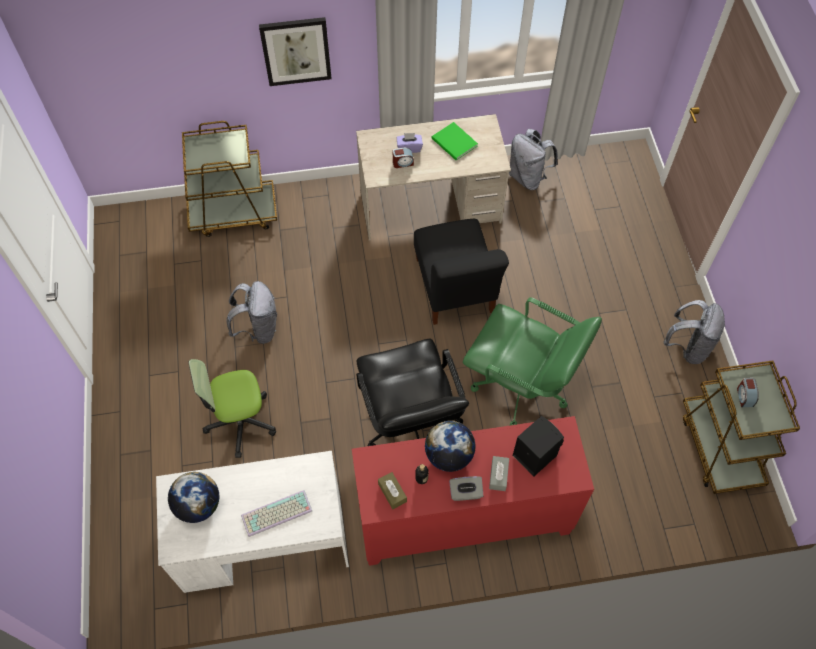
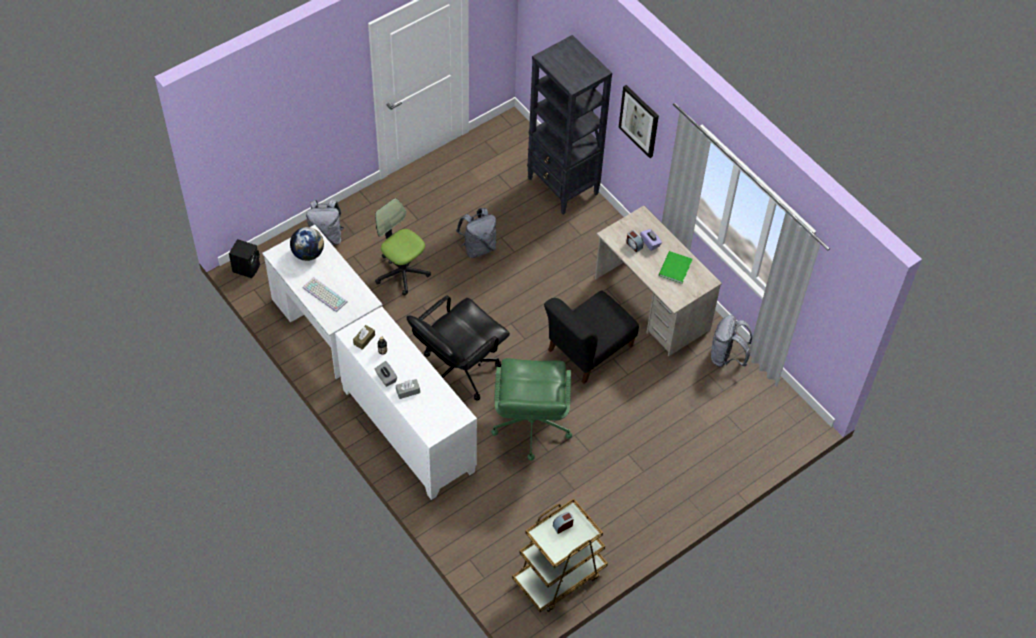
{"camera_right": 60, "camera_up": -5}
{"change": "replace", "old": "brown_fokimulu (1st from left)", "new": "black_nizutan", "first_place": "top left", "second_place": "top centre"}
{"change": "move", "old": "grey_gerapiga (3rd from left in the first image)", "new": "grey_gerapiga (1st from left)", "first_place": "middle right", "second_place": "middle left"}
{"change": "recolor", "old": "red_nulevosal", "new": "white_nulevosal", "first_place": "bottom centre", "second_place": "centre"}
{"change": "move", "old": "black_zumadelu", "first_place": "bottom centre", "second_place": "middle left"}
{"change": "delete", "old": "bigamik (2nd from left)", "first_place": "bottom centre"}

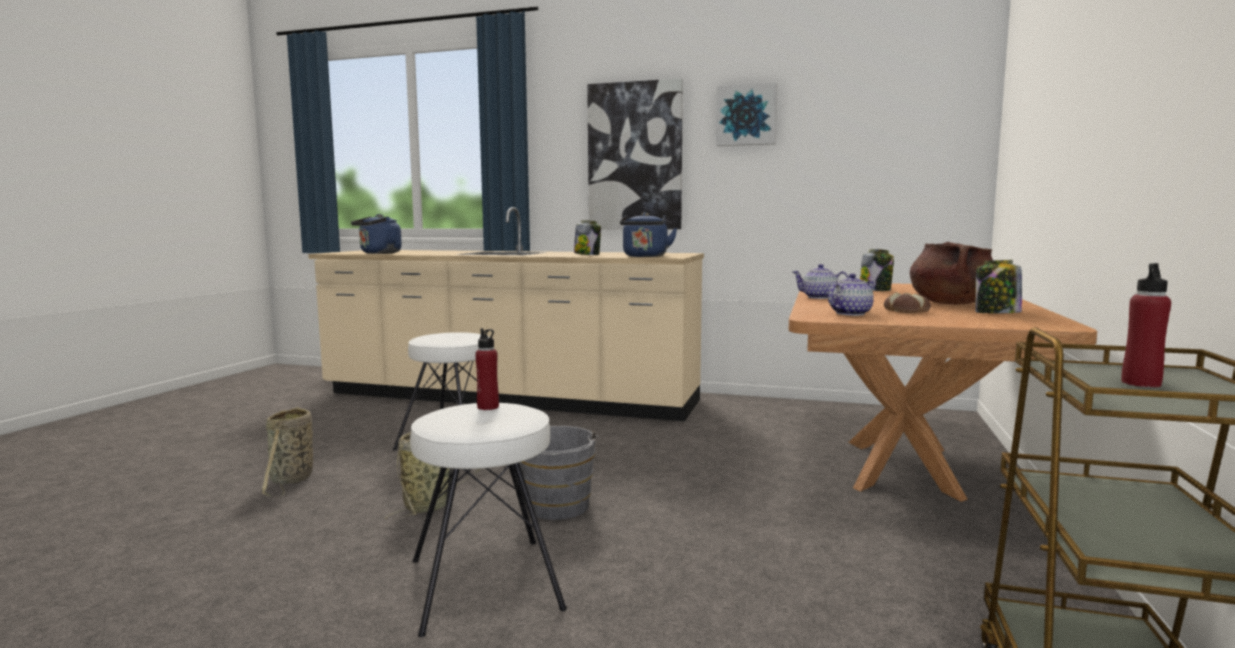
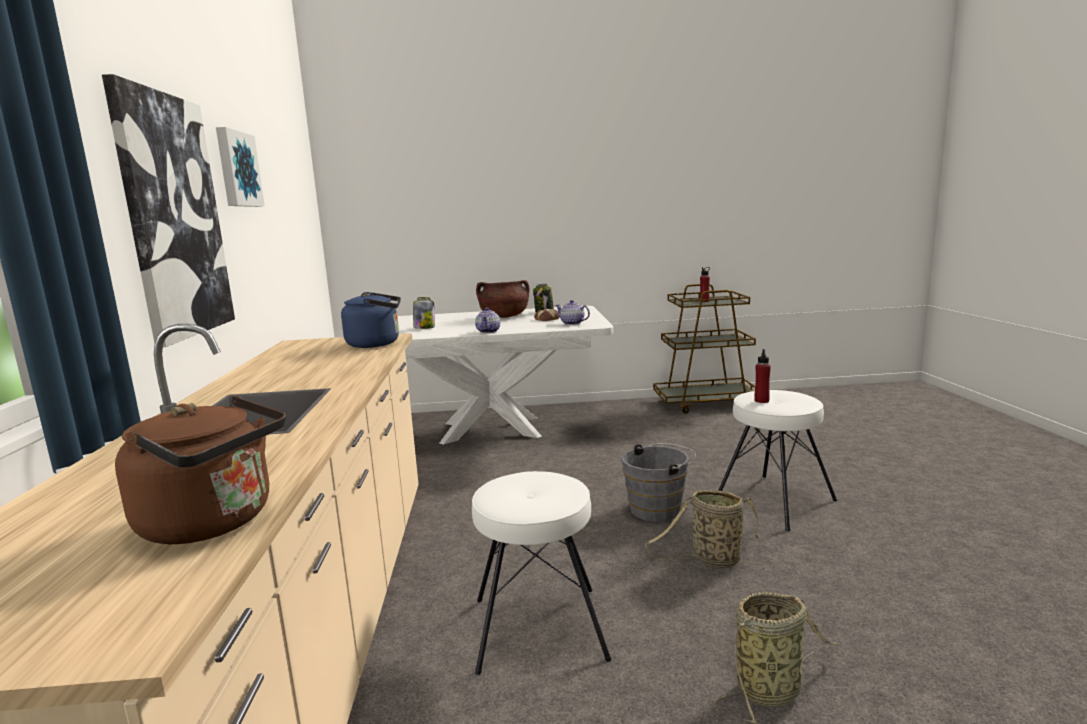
{"camera_right": -110, "camera_up": 5}
{"change": "recolor", "old": "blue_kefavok (1st from left)", "new": "brown_kefavok", "first_place": "middle left", "second_place": "middle left"}
{"change": "delete", "old": "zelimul (1st from left)", "first_place": "centre"}
{"change": "recolor", "old": "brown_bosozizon", "new": "white_bosozizon", "first_place": "middle right", "second_place": "centre"}

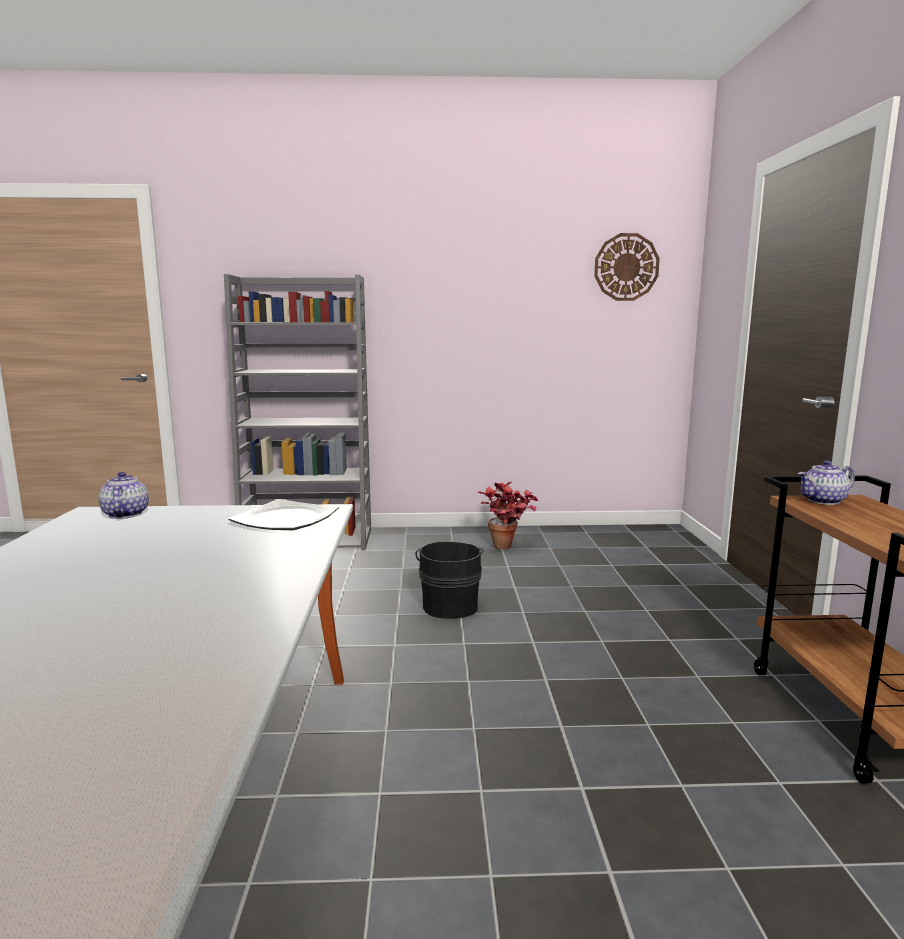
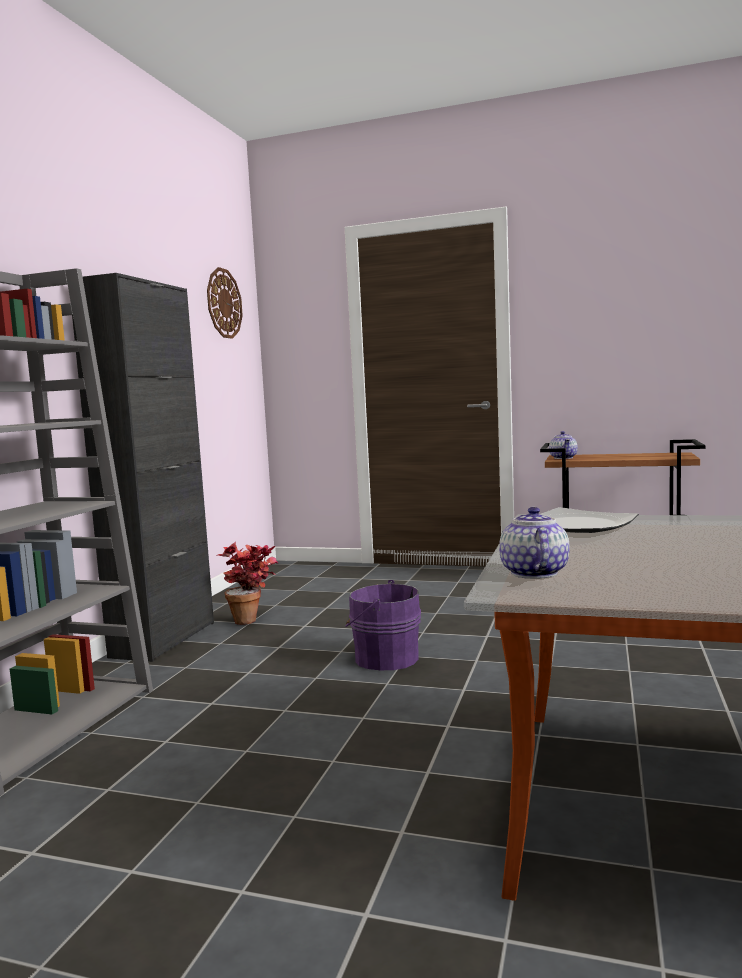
{"camera_right": -70, "camera_up": -5}
{"change": "rotate", "old": "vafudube (1st from left)", "first_place": "middle left", "second_place": "middle right", "degrees": 90}
{"change": "recolor", "old": "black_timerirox", "new": "purple_timerirox", "first_place": "centre", "second_place": "centre"}
{"change": "insert", "new": "black_nulevosal", "second_place": "middle left"}

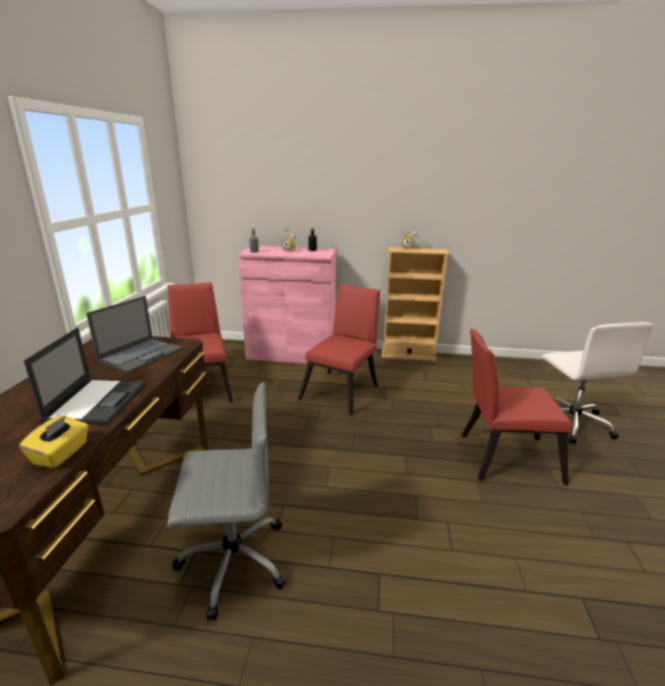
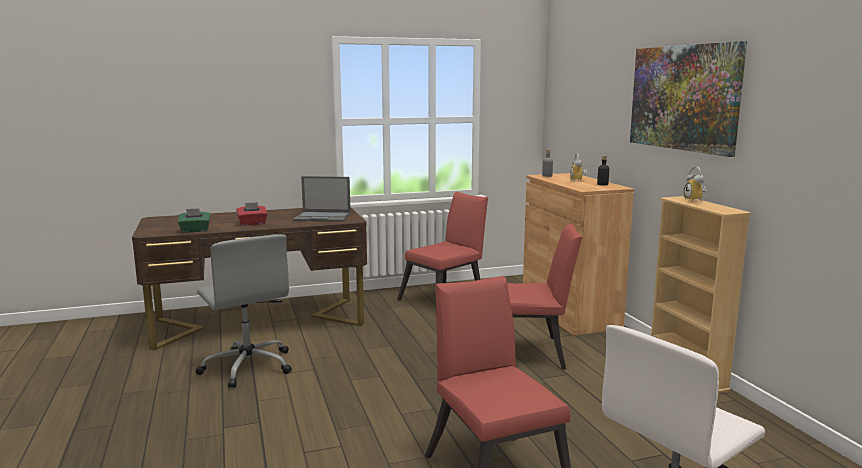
{"camera_right": 65, "camera_up": -10}
{"change": "recolor", "old": "pink_nulevosal", "new": "brown_nulevosal", "first_place": "centre", "second_place": "middle right"}
{"change": "replace", "old": "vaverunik (1st from left)", "new": "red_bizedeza", "first_place": "middle left", "second_place": "middle left"}
{"change": "recolor", "old": "yellow_bizedeza", "new": "green_bizedeza", "first_place": "middle left", "second_place": "middle left"}
{"change": "insert", "new": "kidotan", "second_place": "top right"}

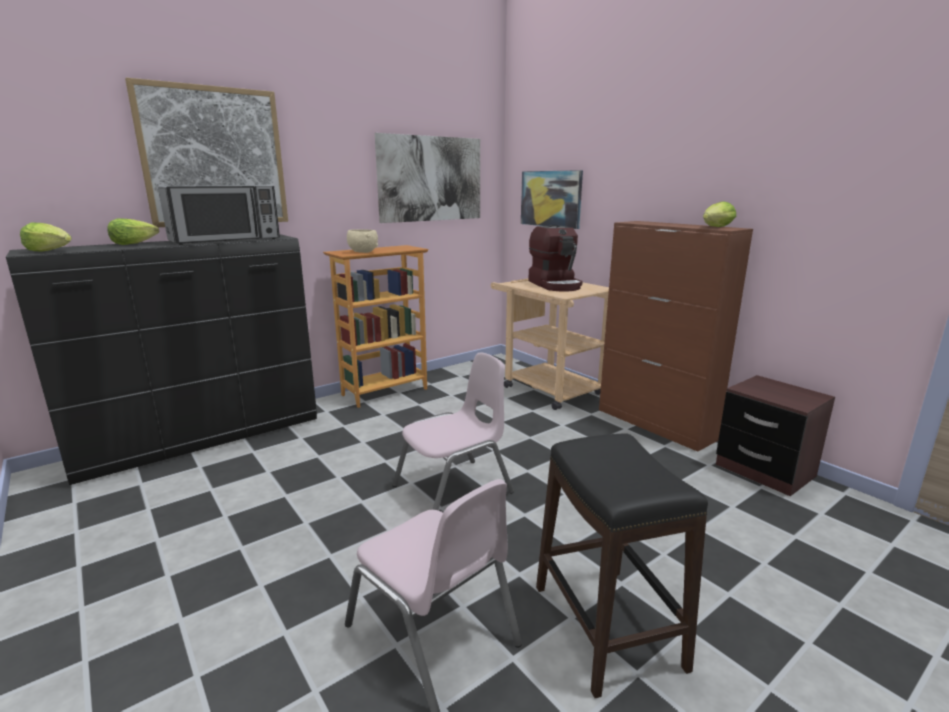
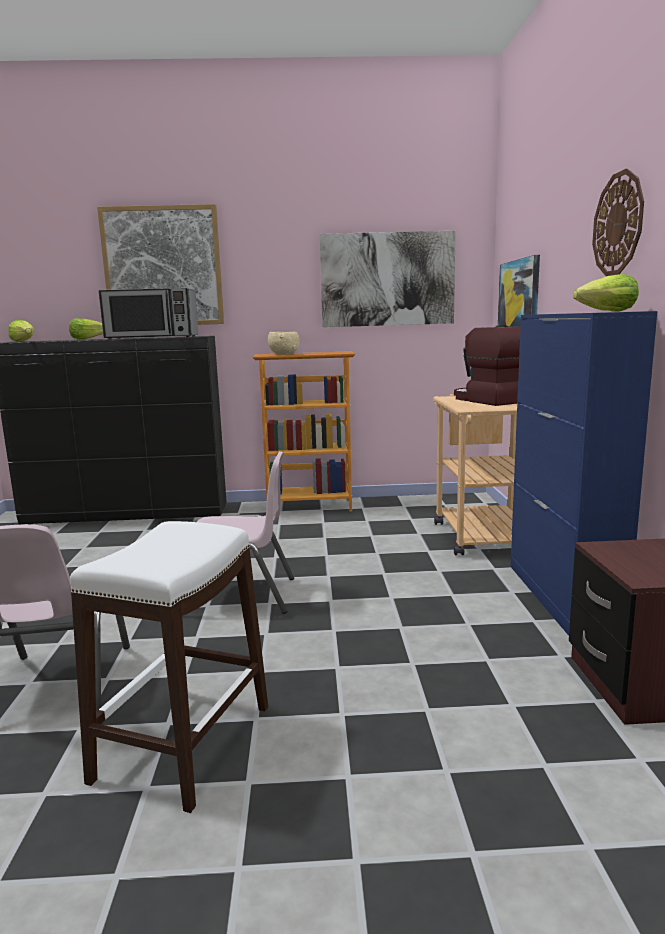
{"camera_right": 35, "camera_up": -5}
{"change": "recolor", "old": "brown_nulevosal", "new": "blue_nulevosal", "first_place": "middle right", "second_place": "middle right"}
{"change": "rotate", "old": "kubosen", "first_place": "centre", "second_place": "middle right", "degrees": 135}
{"change": "recolor", "old": "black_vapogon", "new": "white_vapogon", "first_place": "bottom centre", "second_place": "bottom left"}
{"change": "insert", "new": "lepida", "second_place": "top right"}

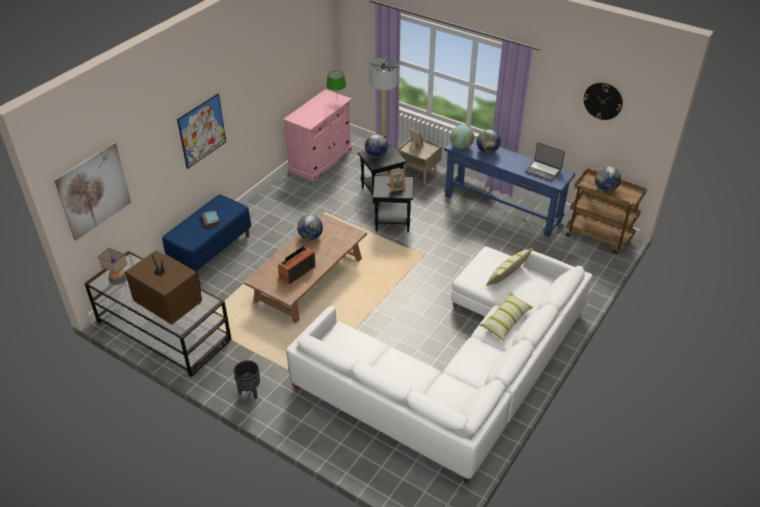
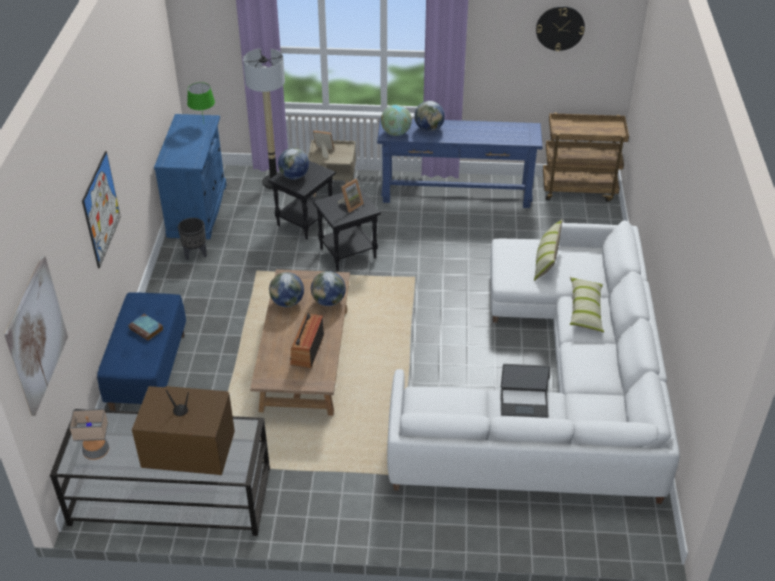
{"camera_right": -30, "camera_up": 0}
{"change": "recolor", "old": "pink_nulevosal", "new": "blue_nulevosal", "first_place": "top centre", "second_place": "top left"}
{"change": "move", "old": "vaverunik", "first_place": "top right", "second_place": "bottom right"}
{"change": "move", "old": "bigamik (5th from left in the first image)", "new": "bigamik (3rd from left)", "first_place": "middle right", "second_place": "centre"}
{"change": "move", "old": "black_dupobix", "first_place": "bottom left", "second_place": "middle left"}

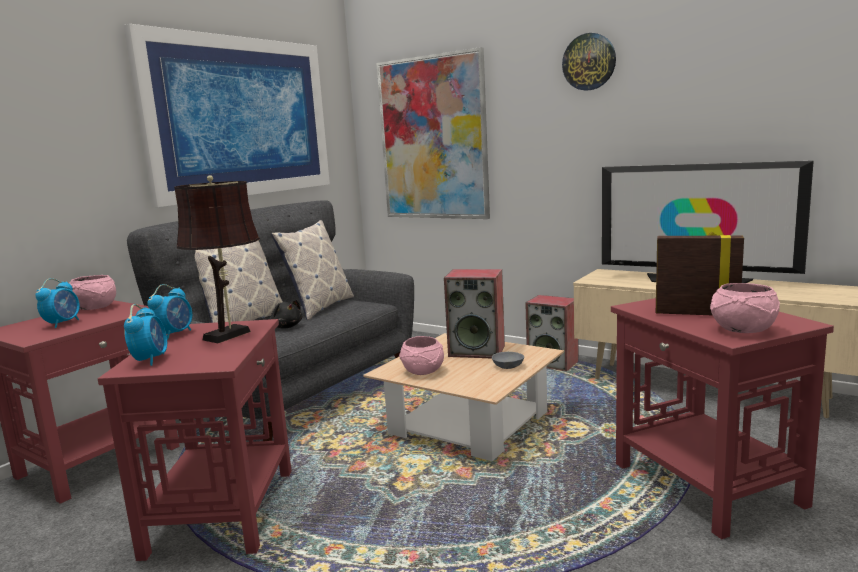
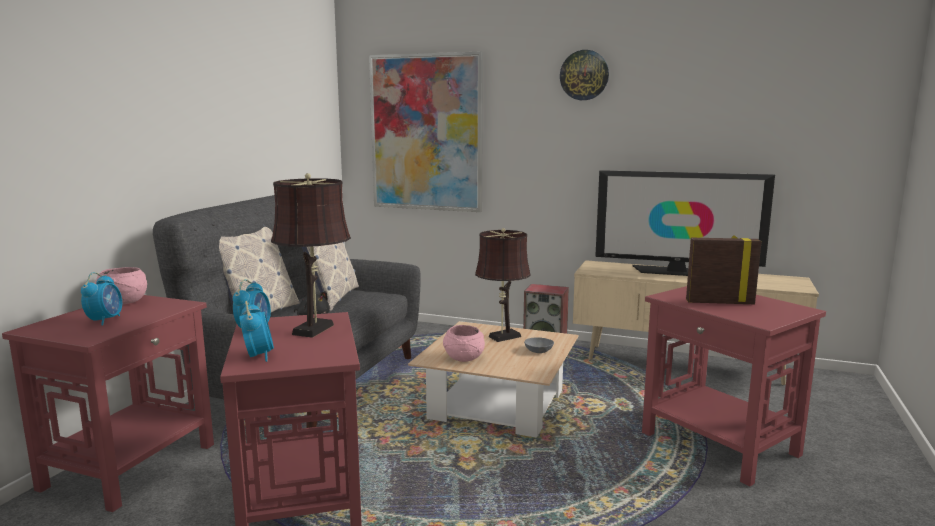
{"camera_right": -15, "camera_up": 0}
{"change": "delete", "old": "kidotan (1st from left)", "first_place": "top left"}
{"change": "replace", "old": "zumadelu (1st from left)", "new": "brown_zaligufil (2nd from left)", "first_place": "centre", "second_place": "centre"}
{"change": "delete", "old": "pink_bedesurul (3rd from left)", "first_place": "middle right"}

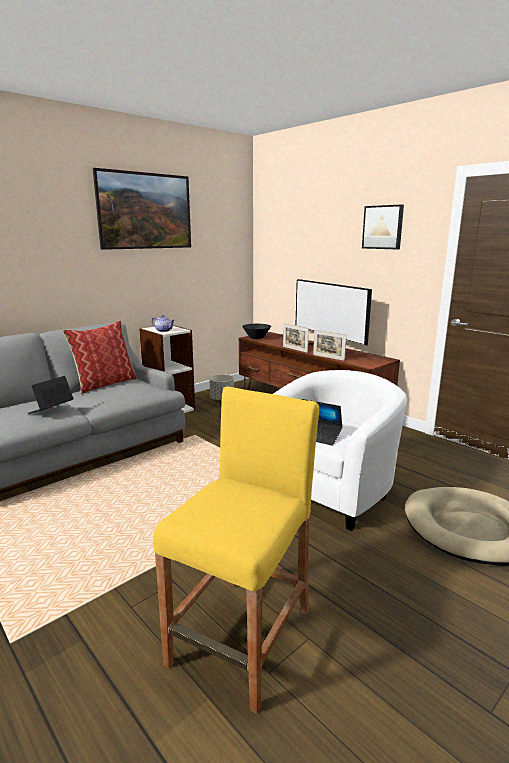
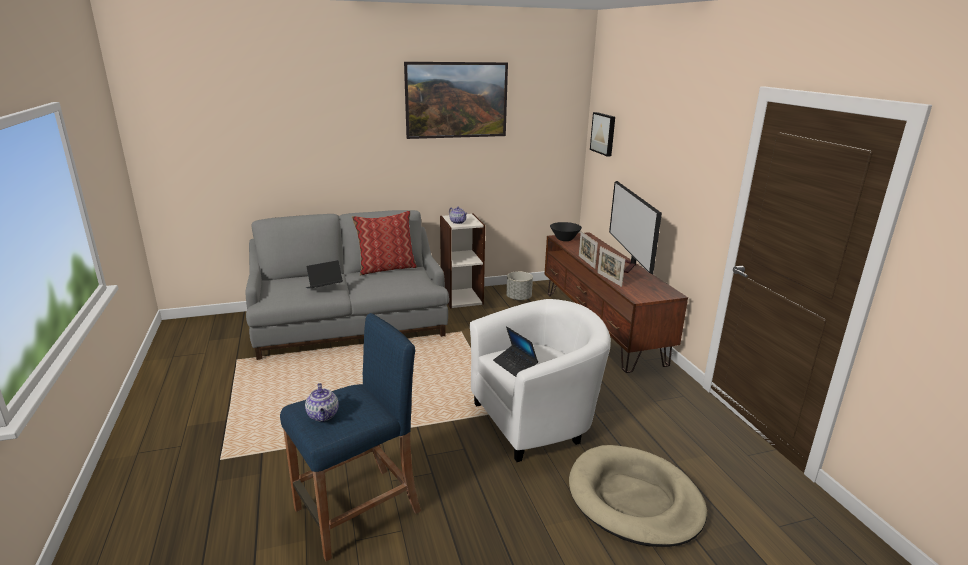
{"camera_right": 25, "camera_up": 5}
{"change": "move", "old": "kidotan (2nd from left)", "first_place": "top right", "second_place": "top centre"}
{"change": "recolor", "old": "yellow_vapogon", "new": "blue_vapogon", "first_place": "bottom centre", "second_place": "bottom centre"}
{"change": "insert", "new": "vafudube (1st from left)", "second_place": "bottom left"}

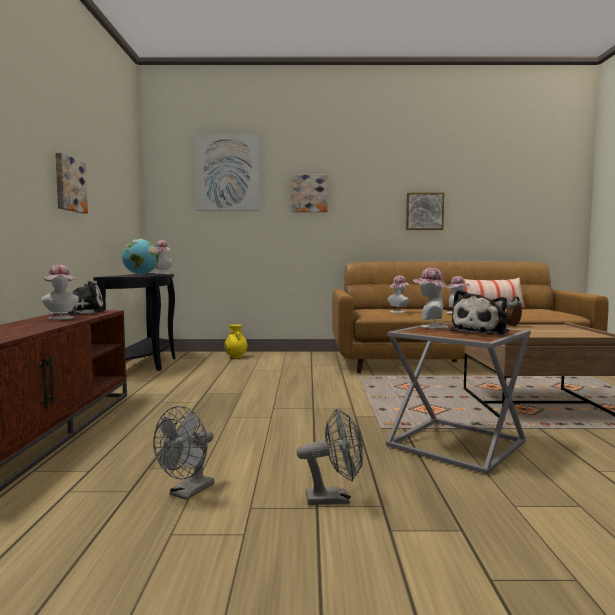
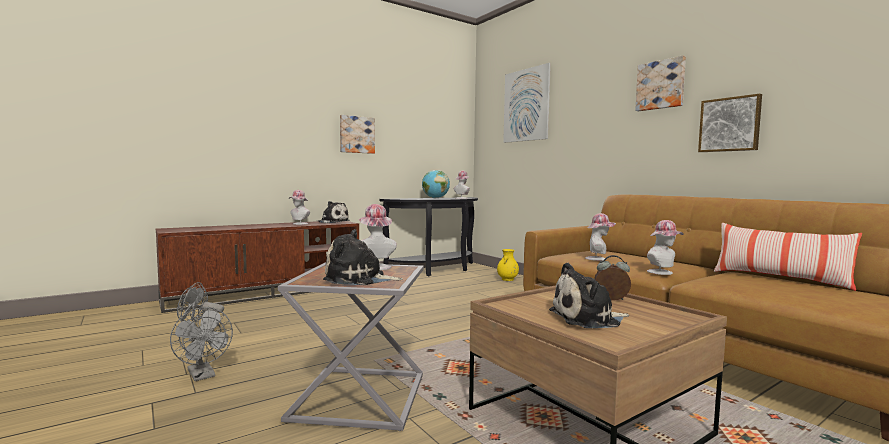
{"camera_right": 55, "camera_up": 0}
{"change": "move", "old": "kidotan (3rd from left)", "first_place": "top centre", "second_place": "top right"}
{"change": "insert", "new": "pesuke (3rd from left)", "second_place": "centre"}

